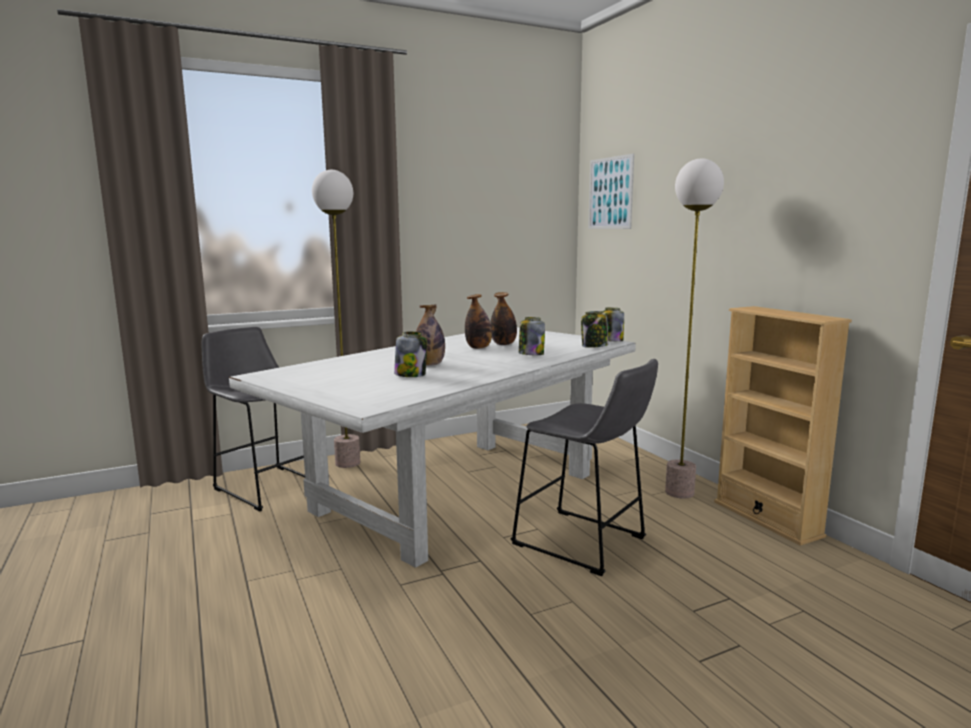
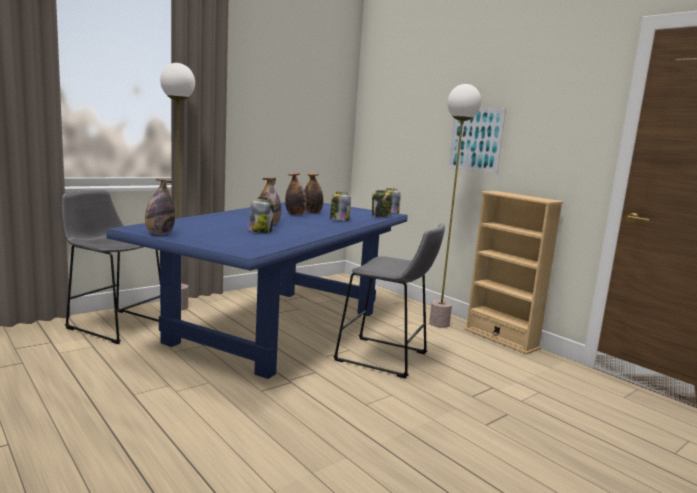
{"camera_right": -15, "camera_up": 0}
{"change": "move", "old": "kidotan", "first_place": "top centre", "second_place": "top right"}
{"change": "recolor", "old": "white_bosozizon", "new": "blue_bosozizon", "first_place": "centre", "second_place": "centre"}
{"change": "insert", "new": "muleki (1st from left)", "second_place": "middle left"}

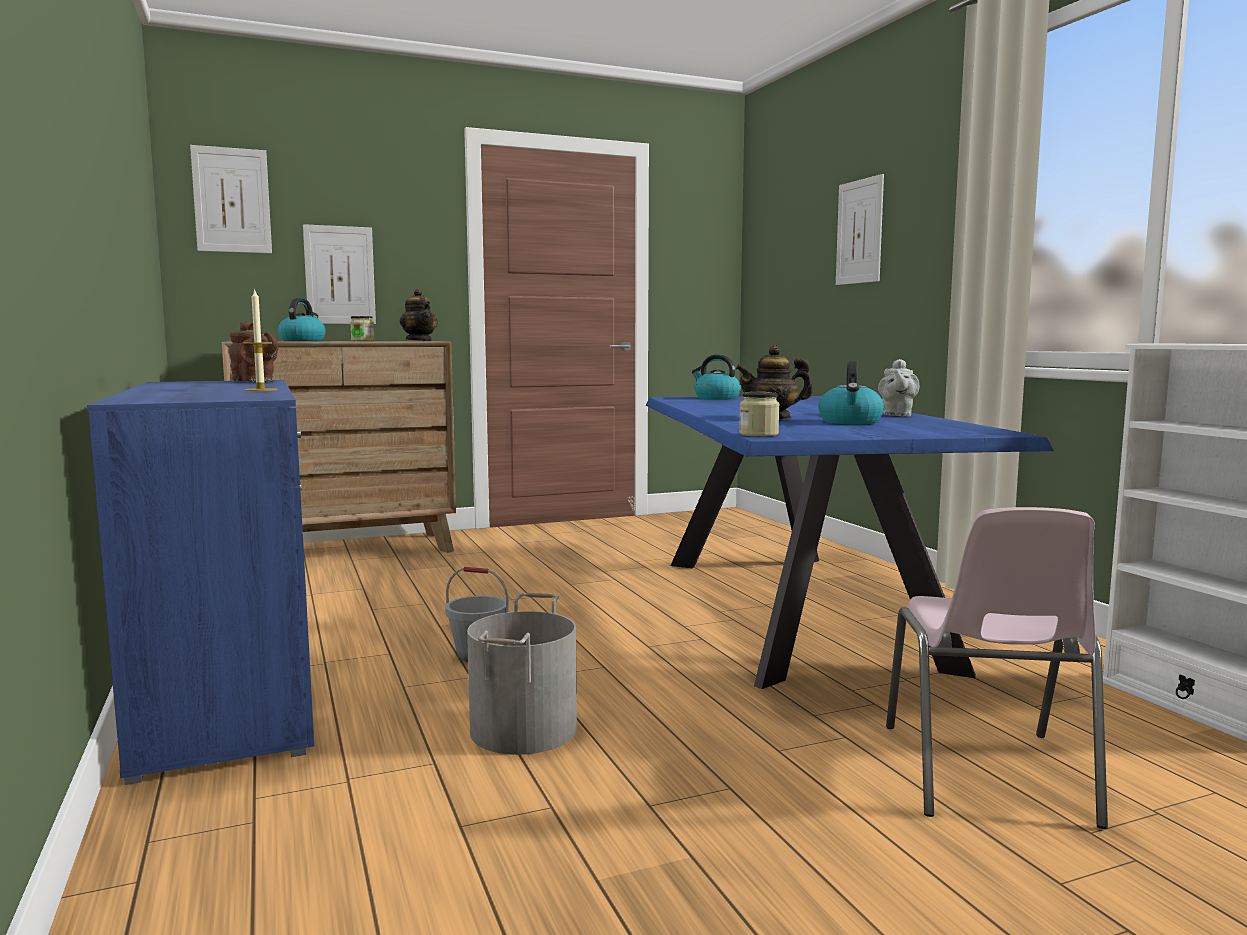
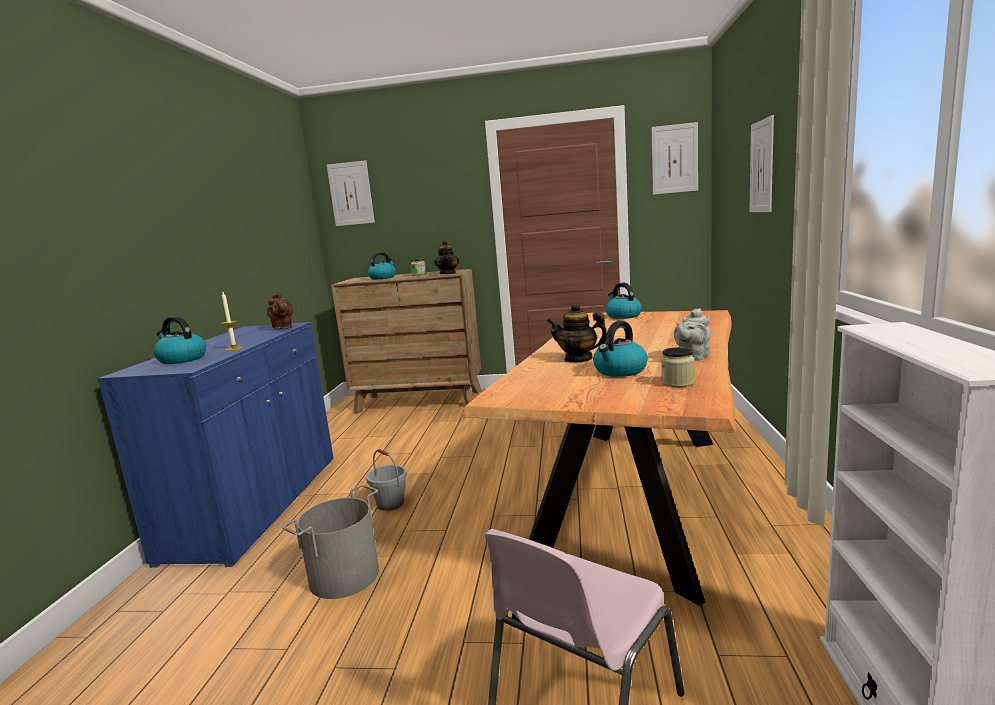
{"camera_right": 30, "camera_up": 5}
{"change": "move", "old": "kidotan (2nd from left)", "first_place": "top left", "second_place": "top right"}
{"change": "move", "old": "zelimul (2nd from left)", "first_place": "centre", "second_place": "middle right"}
{"change": "recolor", "old": "blue_bosozizon", "new": "brown_bosozizon", "first_place": "middle right", "second_place": "centre"}
{"change": "insert", "new": "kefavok (1st from left)", "second_place": "middle left"}

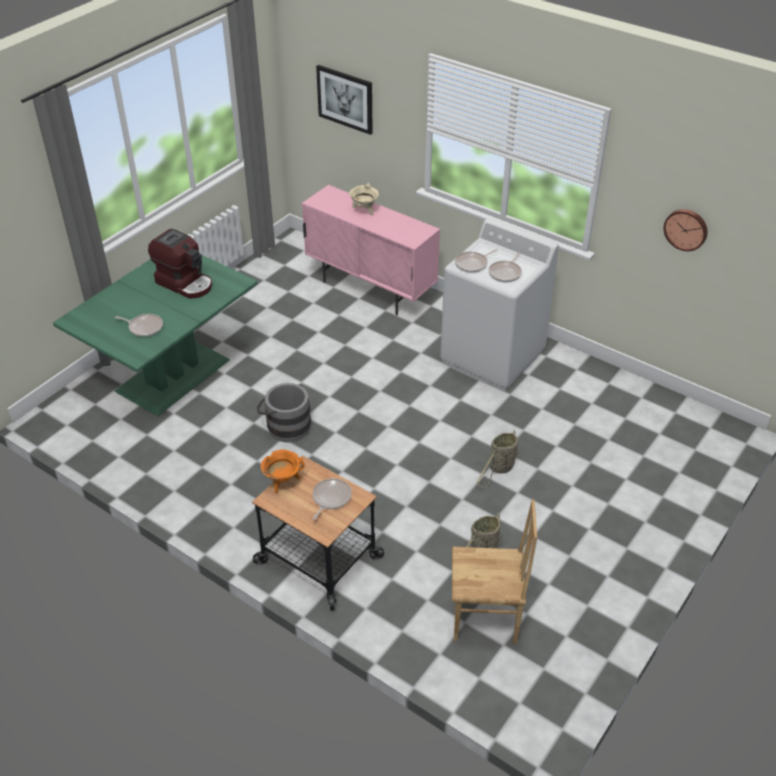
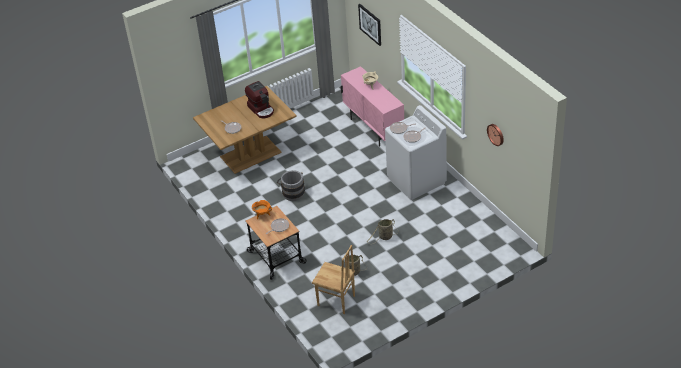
{"camera_right": 25, "camera_up": 0}
{"change": "recolor", "old": "green_bosozizon", "new": "brown_bosozizon", "first_place": "middle left", "second_place": "centre"}

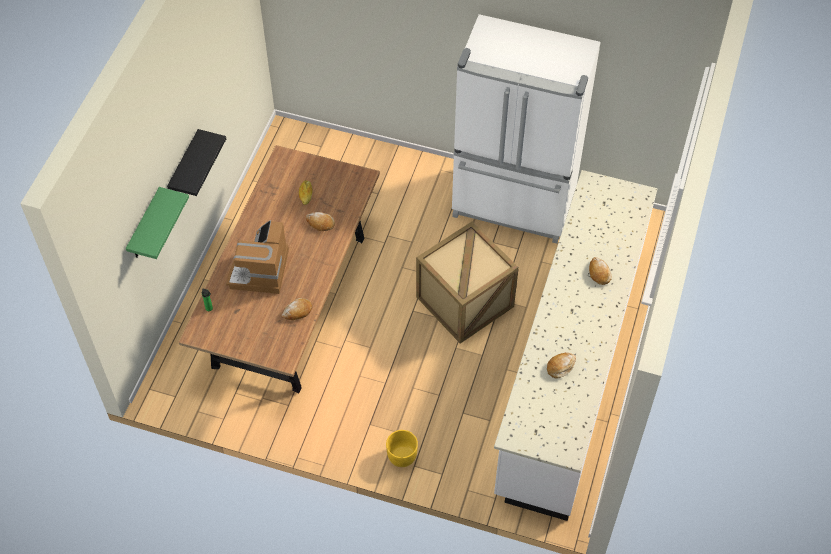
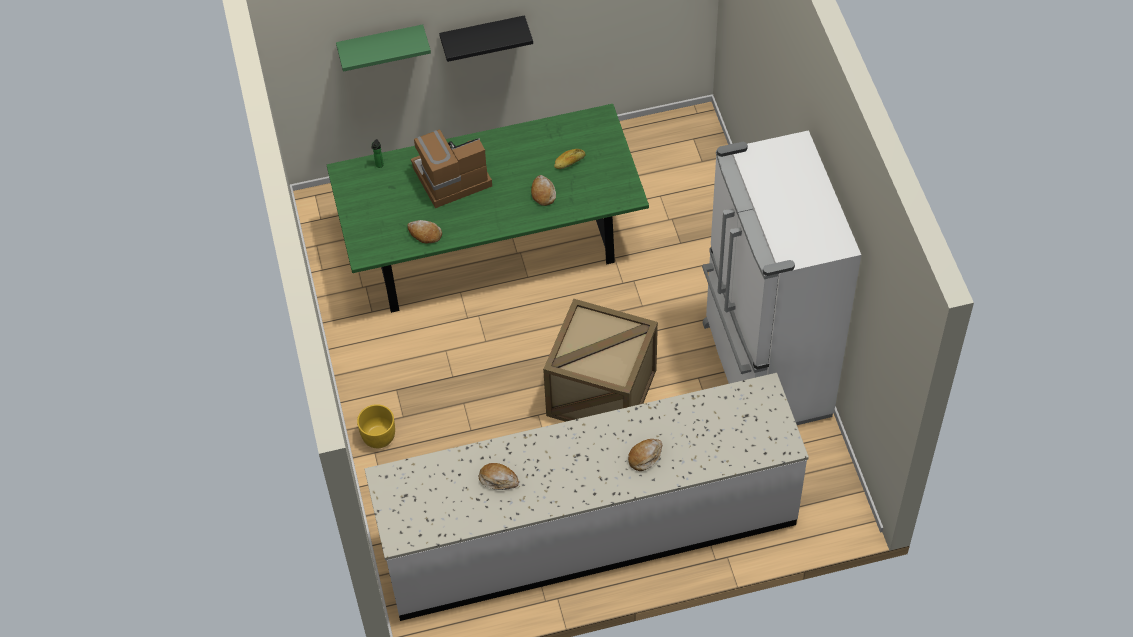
{"camera_right": 60, "camera_up": 0}
{"change": "recolor", "old": "brown_bosozizon", "new": "green_bosozizon", "first_place": "centre", "second_place": "top centre"}

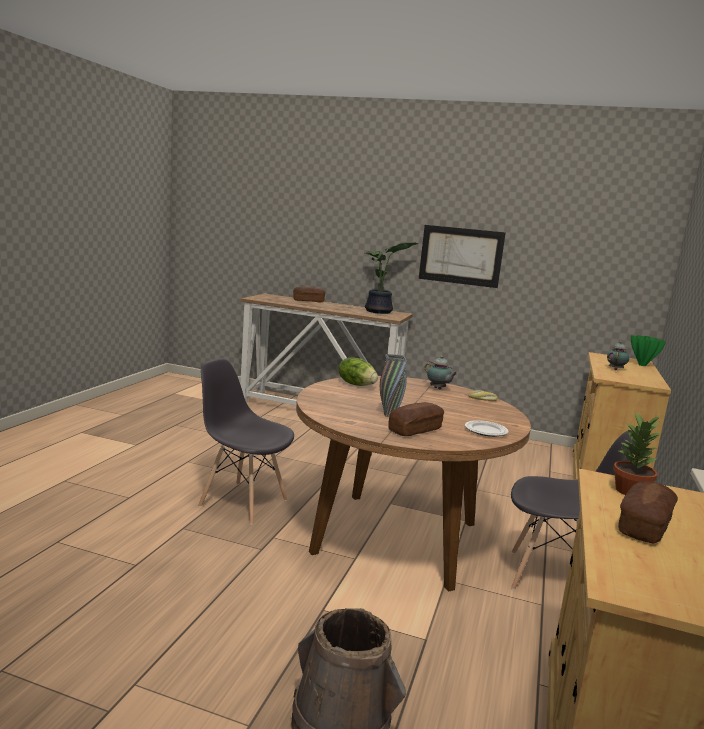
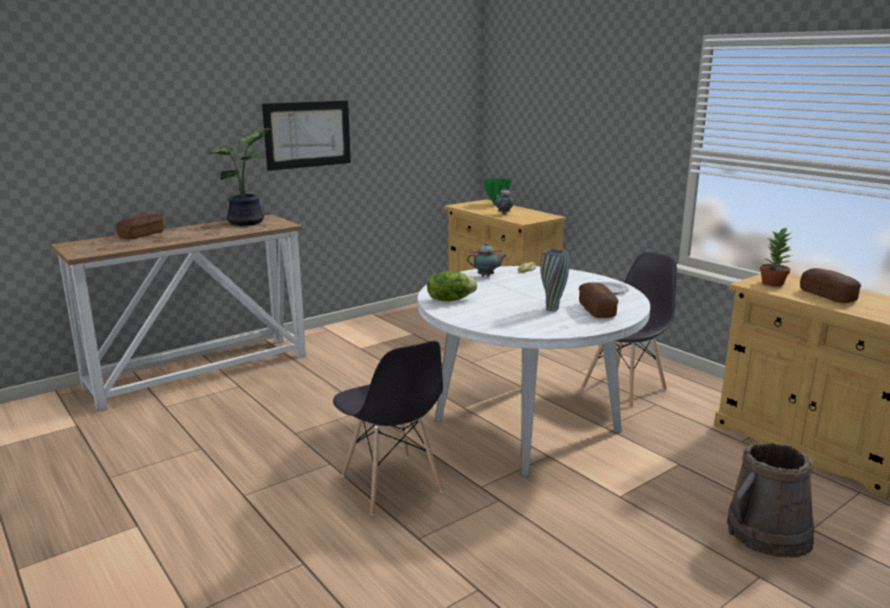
{"camera_right": -55, "camera_up": 5}
{"change": "rotate", "old": "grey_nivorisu (1st from left)", "first_place": "centre", "second_place": "bottom centre", "degrees": -90}
{"change": "recolor", "old": "brown_bosozizon", "new": "white_bosozizon", "first_place": "centre", "second_place": "centre"}

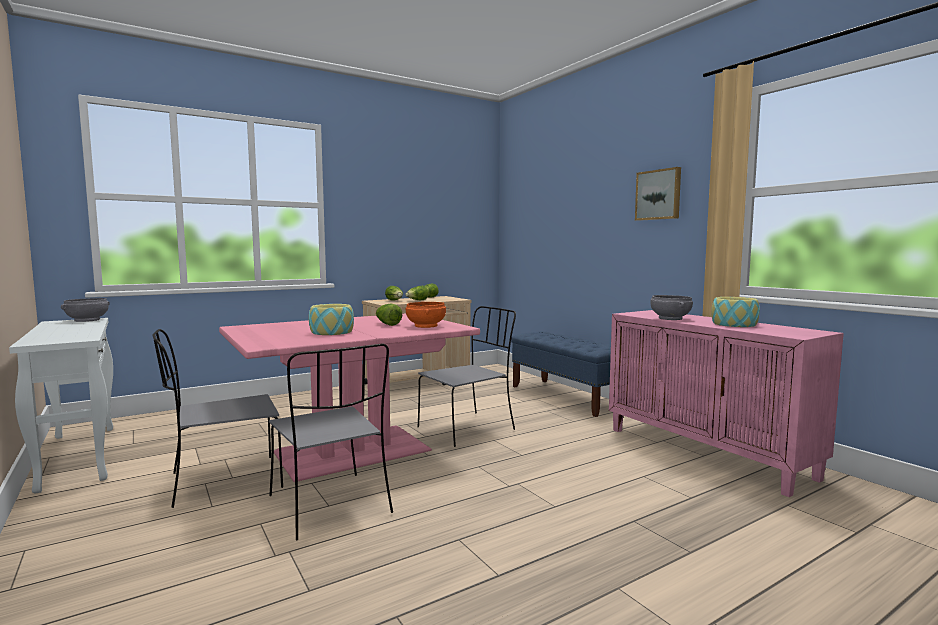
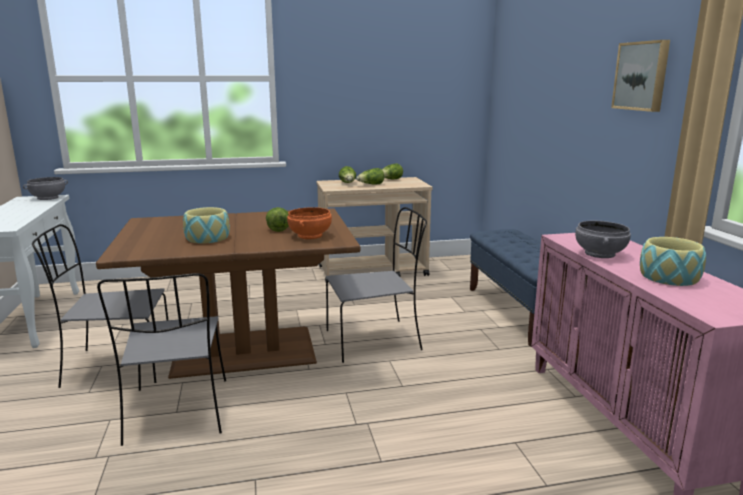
{"camera_right": 20, "camera_up": 10}
{"change": "recolor", "old": "pink_bosozizon", "new": "brown_bosozizon", "first_place": "centre", "second_place": "middle left"}

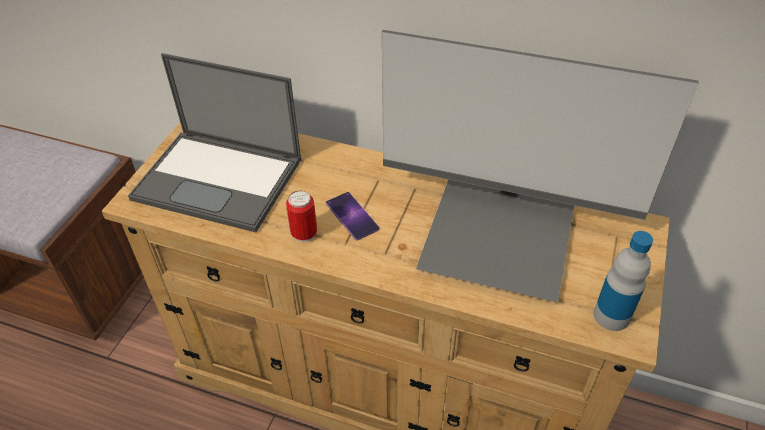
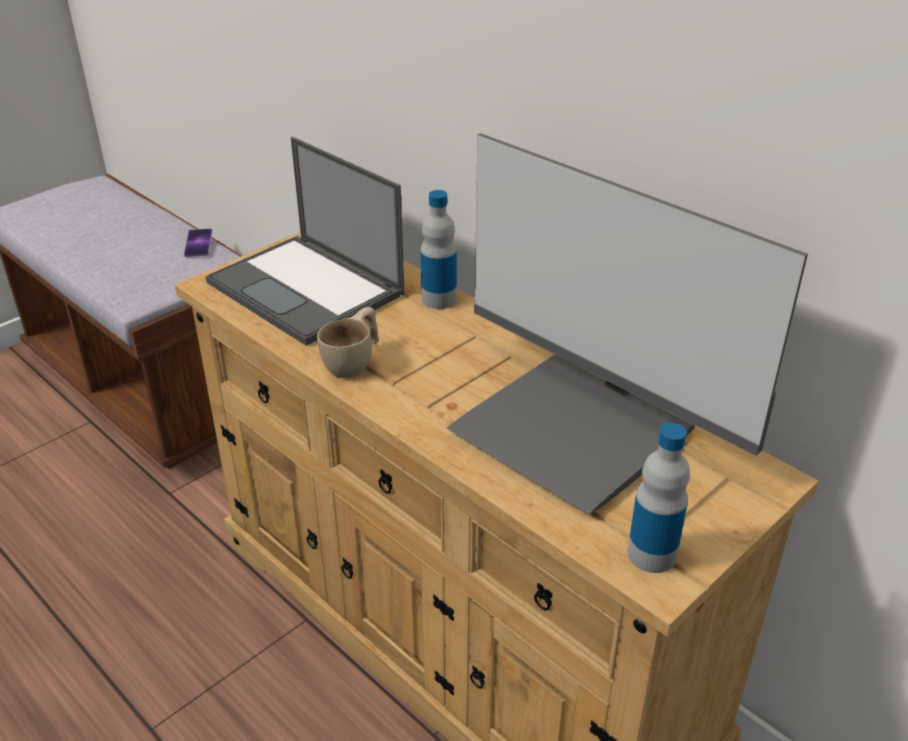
{"camera_right": 25, "camera_up": -10}
{"change": "replace", "old": "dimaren", "new": "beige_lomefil", "first_place": "centre", "second_place": "centre"}
{"change": "move", "old": "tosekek", "first_place": "centre", "second_place": "top left"}
{"change": "insert", "new": "muleki (1st from left)", "second_place": "centre"}

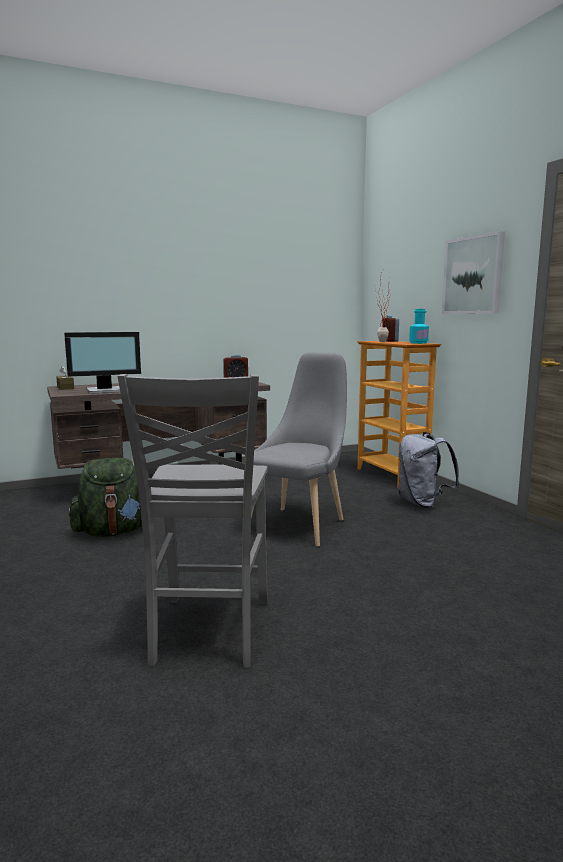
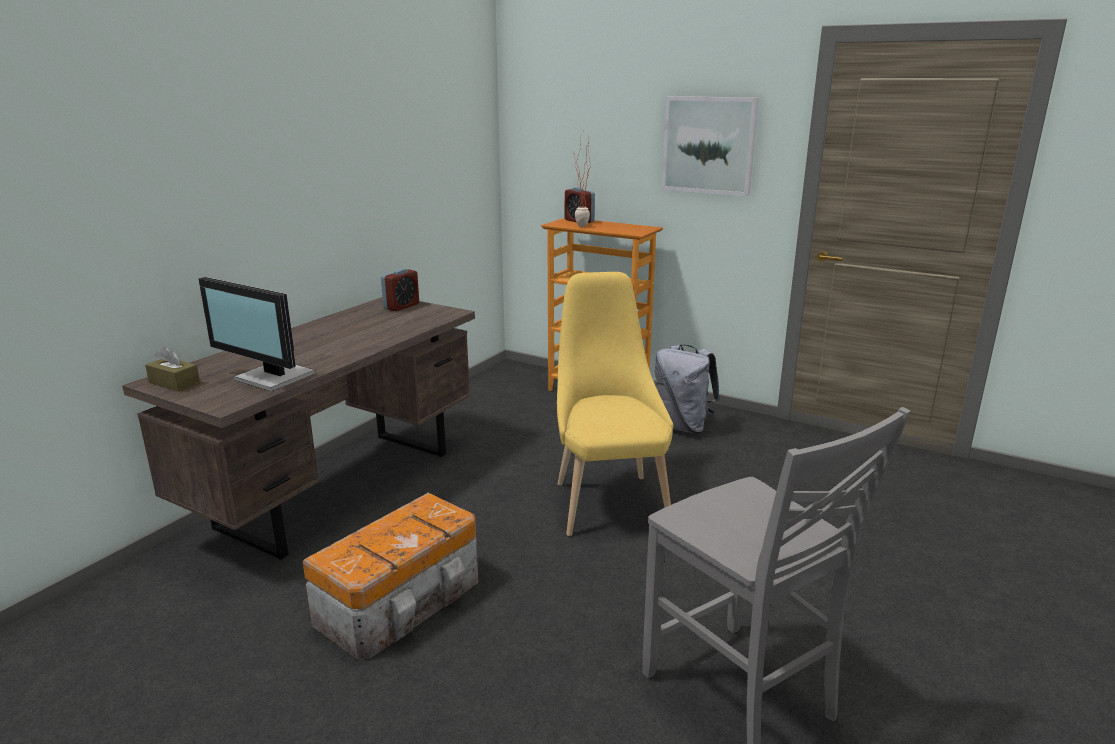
{"camera_right": -35, "camera_up": 10}
{"change": "delete", "old": "turquoise_muleki", "first_place": "middle right"}
{"change": "rotate", "old": "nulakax", "first_place": "middle left", "second_place": "middle left", "degrees": 90}
{"change": "recolor", "old": "grey_nivorisu (2nd from left)", "new": "yellow_nivorisu", "first_place": "centre", "second_place": "centre"}
{"change": "replace", "old": "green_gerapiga", "new": "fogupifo", "first_place": "middle left", "second_place": "bottom centre"}

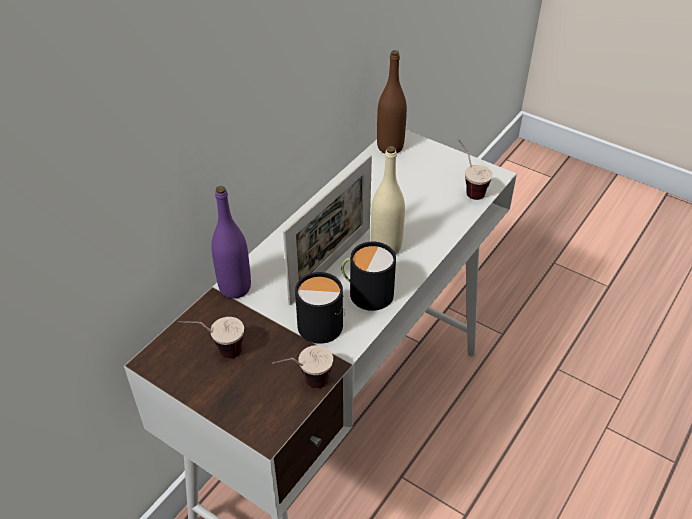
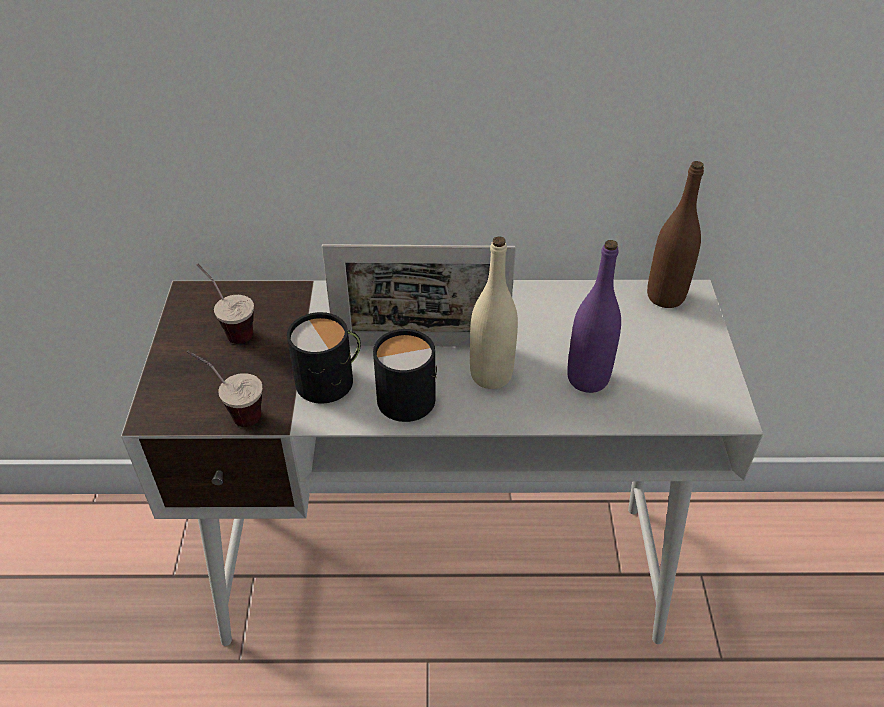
{"camera_right": 55, "camera_up": 0}
{"change": "delete", "old": "lomefil (3rd from left)", "first_place": "top right"}
{"change": "move", "old": "purple_muleki", "first_place": "centre", "second_place": "middle right"}

